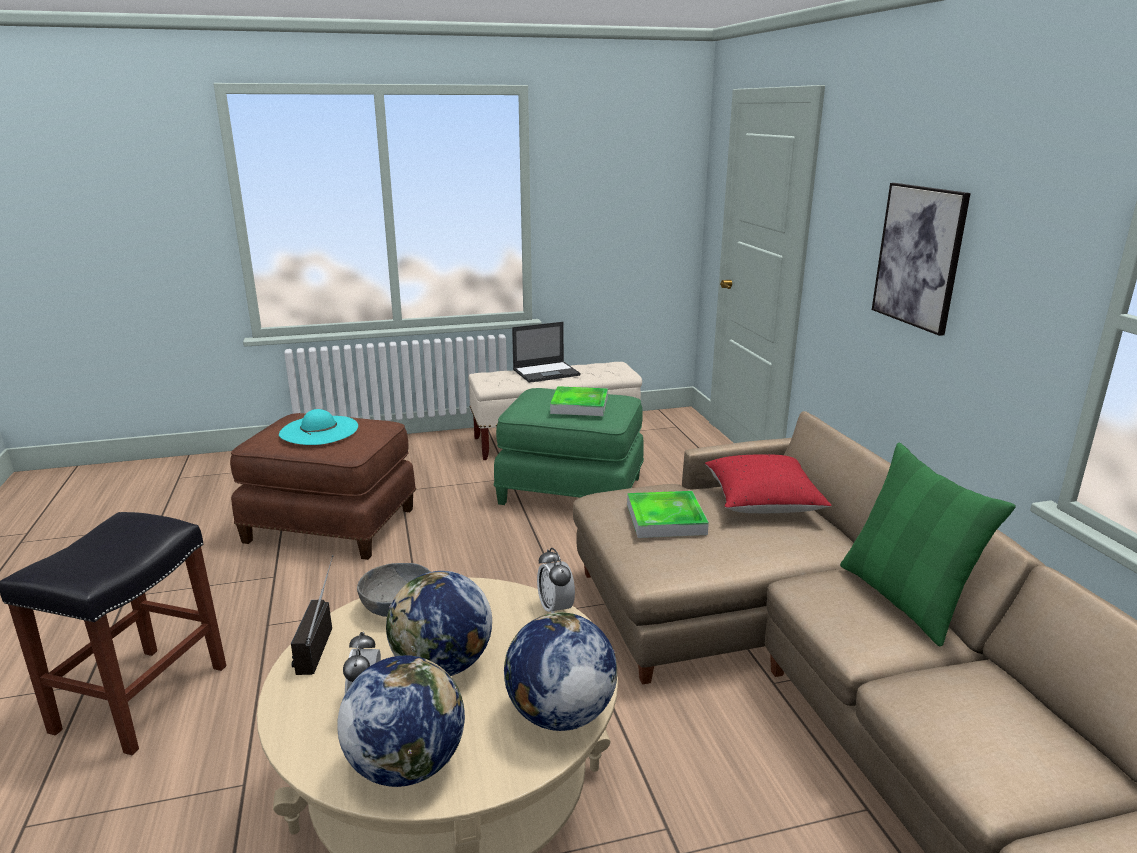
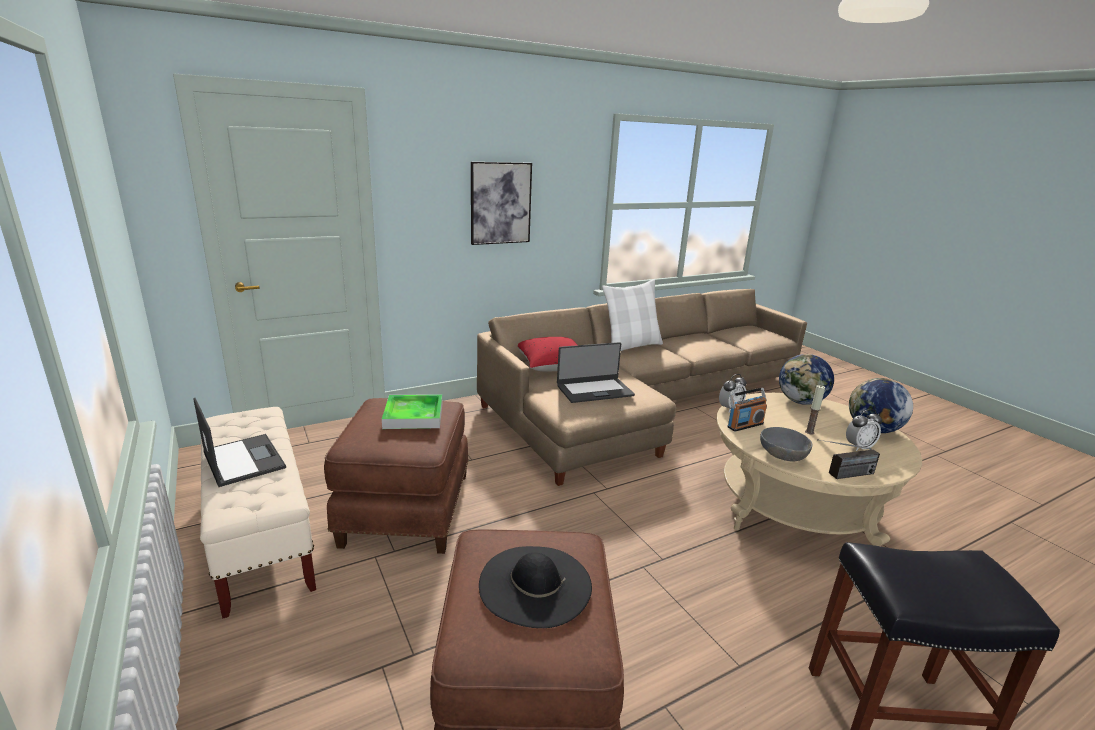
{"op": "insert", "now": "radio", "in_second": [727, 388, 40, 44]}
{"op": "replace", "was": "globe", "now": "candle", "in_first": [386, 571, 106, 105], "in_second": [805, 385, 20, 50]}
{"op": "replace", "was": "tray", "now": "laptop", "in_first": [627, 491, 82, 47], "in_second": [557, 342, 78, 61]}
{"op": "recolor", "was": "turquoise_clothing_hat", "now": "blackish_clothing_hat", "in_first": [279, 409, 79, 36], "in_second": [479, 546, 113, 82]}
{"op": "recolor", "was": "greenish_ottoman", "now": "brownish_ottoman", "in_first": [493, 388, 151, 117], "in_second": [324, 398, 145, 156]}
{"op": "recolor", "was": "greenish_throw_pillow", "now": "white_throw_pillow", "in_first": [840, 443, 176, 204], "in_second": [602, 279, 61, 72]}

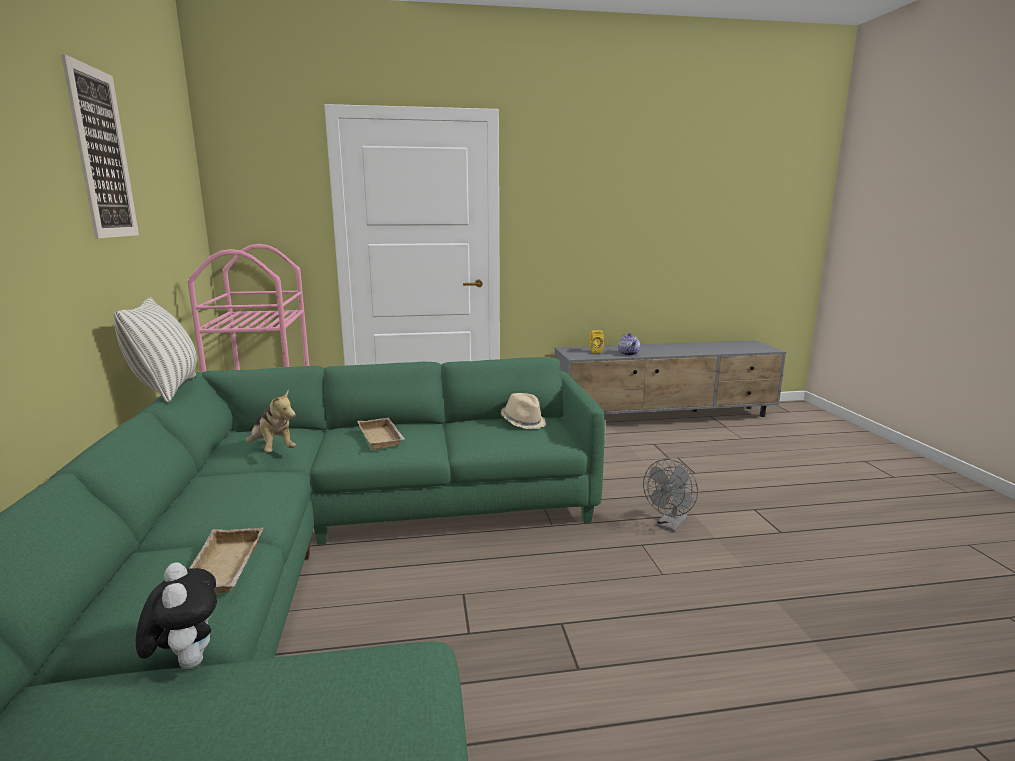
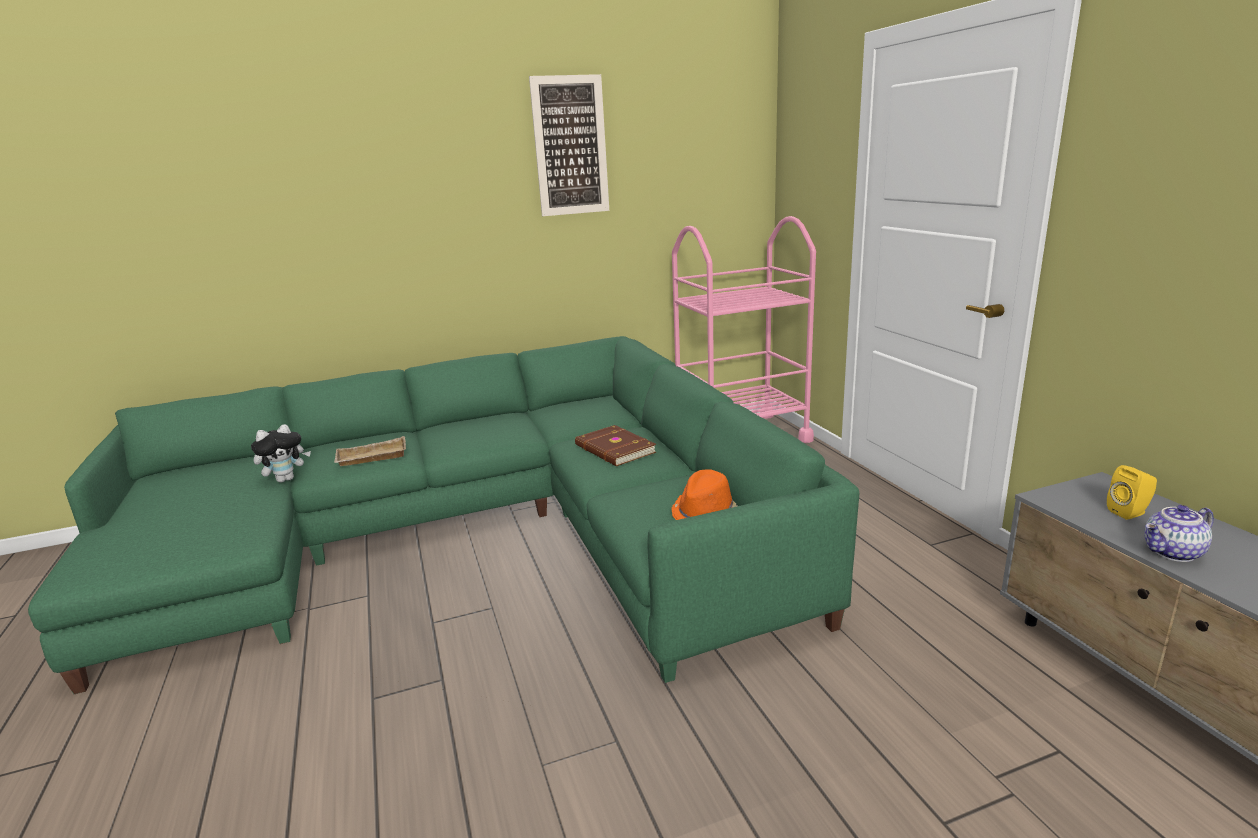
{"op": "delete", "was": "throw_pillow", "in_first": [114, 297, 83, 106]}
{"op": "delete", "was": "plush_toy", "in_first": [246, 390, 50, 62]}
{"op": "delete", "was": "greyish_electric_fan", "in_first": [643, 459, 55, 73]}
{"op": "replace", "was": "beige_tray", "now": "brownish_book", "in_first": [357, 418, 48, 32], "in_second": [575, 425, 81, 41]}
{"op": "recolor", "was": "beige_clothing_hat", "now": "orangey_clothing_hat", "in_first": [501, 393, 45, 36], "in_second": [671, 470, 66, 50]}

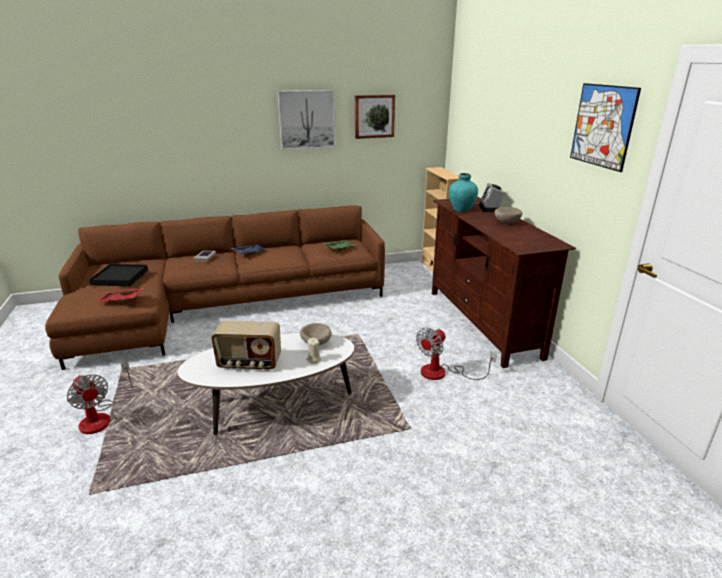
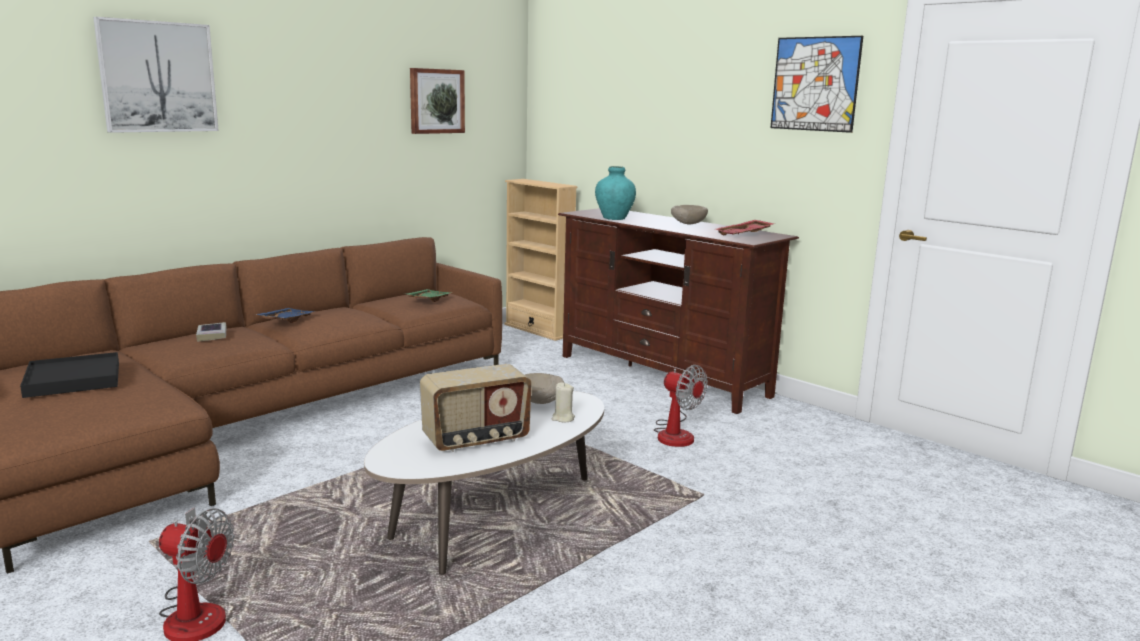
{"op": "delete", "was": "alarm_clock", "in_first": [479, 183, 26, 29]}
{"op": "move", "was": "red-coloured_tray", "in_first": [97, 288, 46, 14], "in_second": [715, 220, 60, 15]}
{"op": "move", "was": "wall_picture", "in_first": [278, 90, 57, 60], "in_second": [93, 17, 126, 116]}
{"op": "rotate", "was": "electric_fan", "in_first": [416, 328, 81, 52], "in_second": [654, 365, 54, 82], "clockwise": -60}

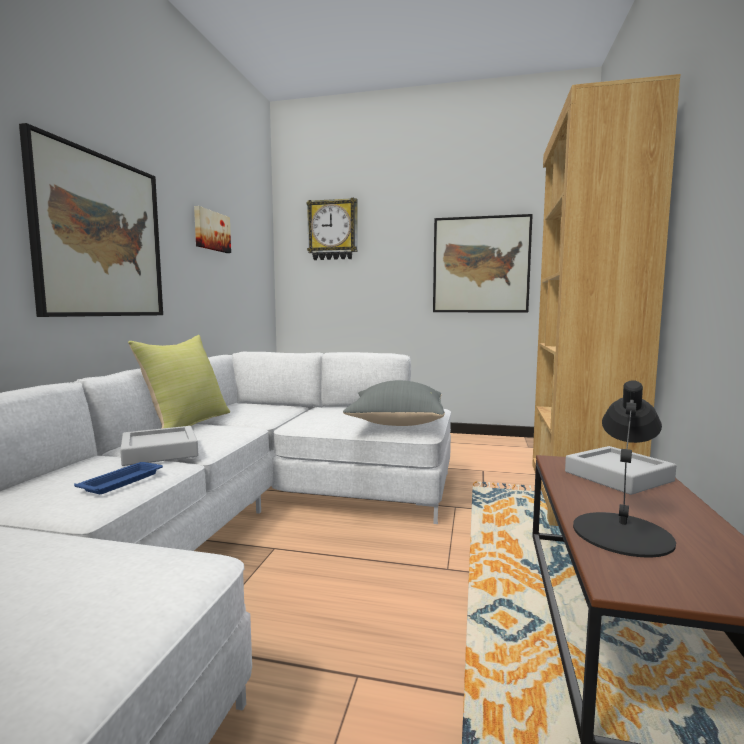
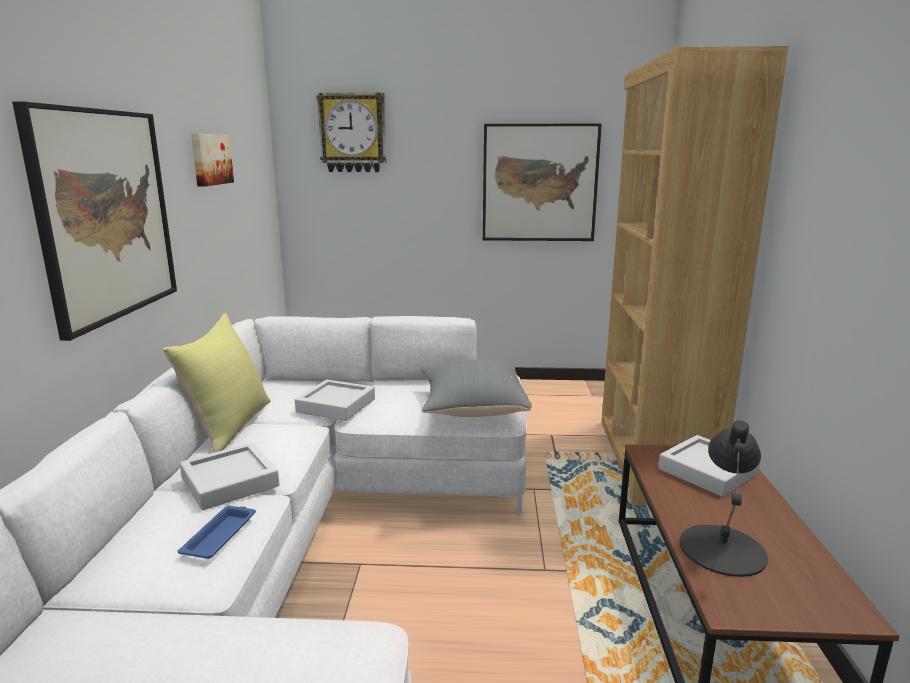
{"op": "insert", "now": "greyish_tray", "in_second": [295, 380, 80, 41]}

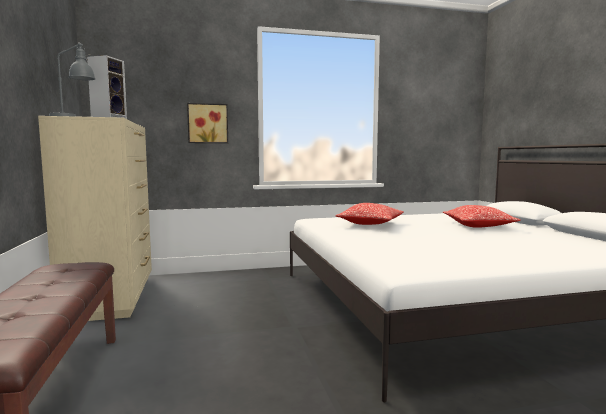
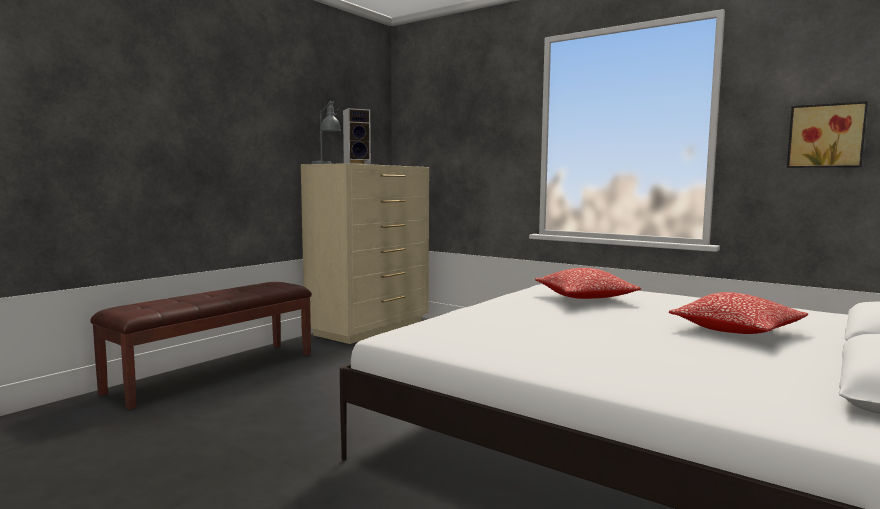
{"op": "move", "was": "wall_picture", "in_first": [187, 103, 41, 40], "in_second": [787, 101, 81, 67]}

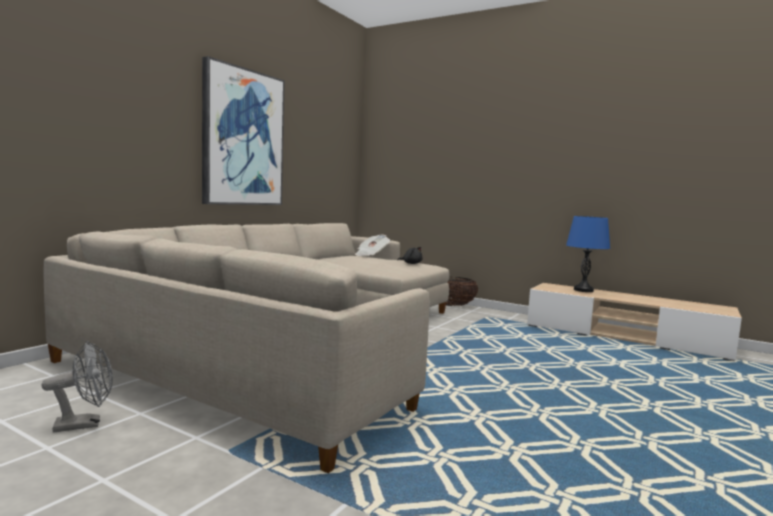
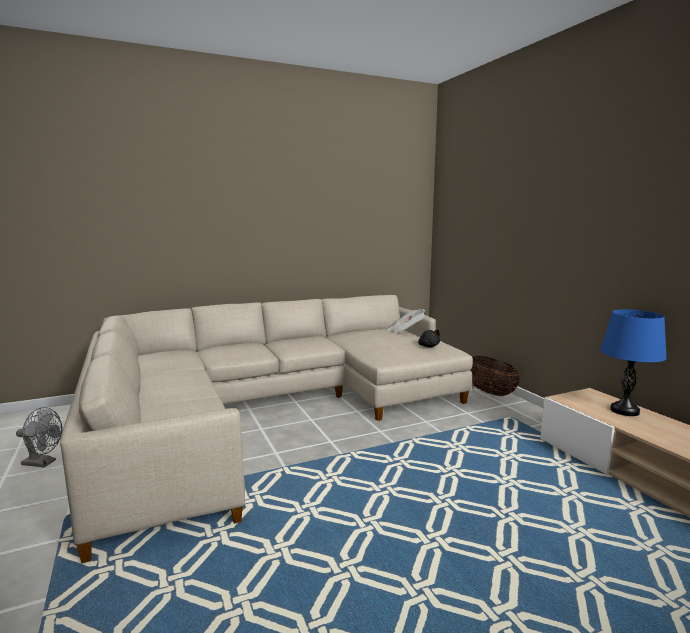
{"op": "delete", "was": "wall_picture", "in_first": [202, 56, 83, 149]}

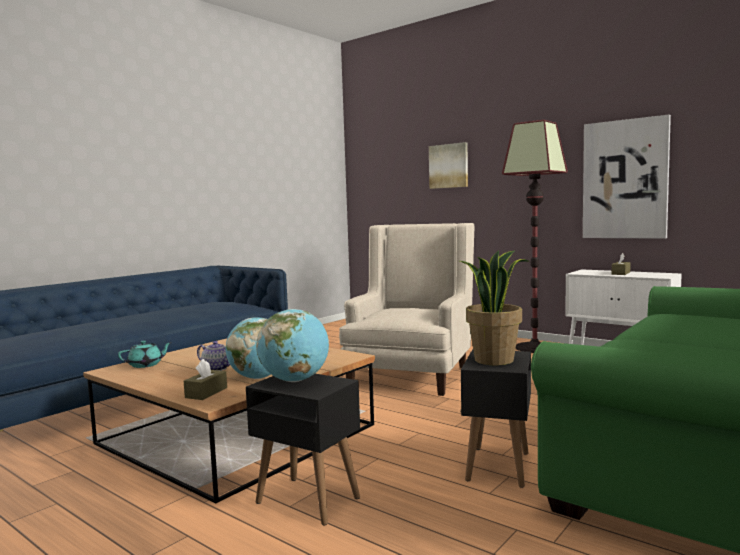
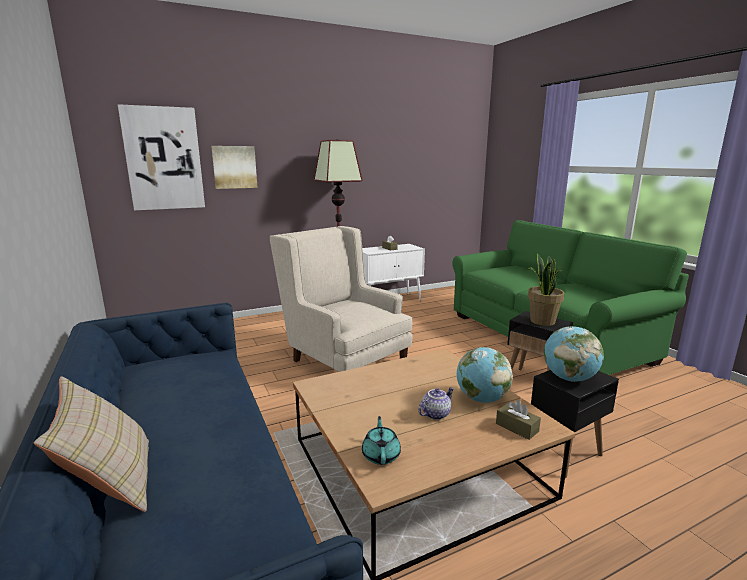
{"op": "insert", "now": "beige_throw_pillow", "in_second": [34, 376, 115, 136]}
{"op": "move", "was": "wall_picture", "in_first": [583, 115, 88, 124], "in_second": [118, 104, 87, 106]}

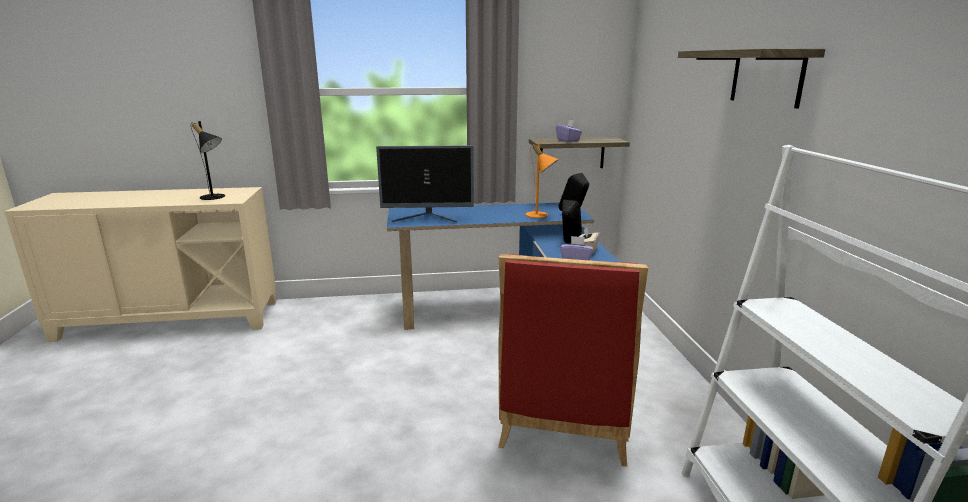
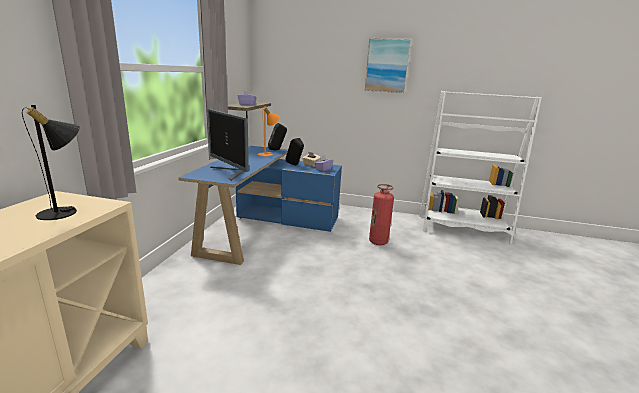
{"op": "replace", "was": "red-coloured_upright_chair", "now": "extinguisher", "in_first": [498, 254, 150, 213], "in_second": [369, 184, 25, 61]}
{"op": "replace", "was": "bracket_shelf", "now": "wall_picture", "in_first": [678, 49, 147, 60], "in_second": [365, 38, 46, 55]}
{"op": "rotate", "was": "monitor", "in_first": [376, 145, 98, 78], "in_second": [208, 109, 41, 72], "clockwise": 120}

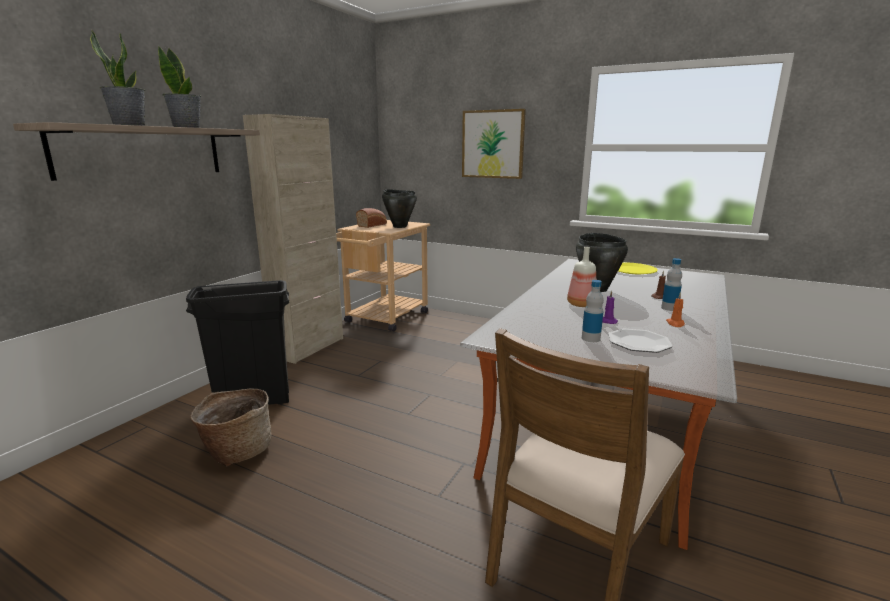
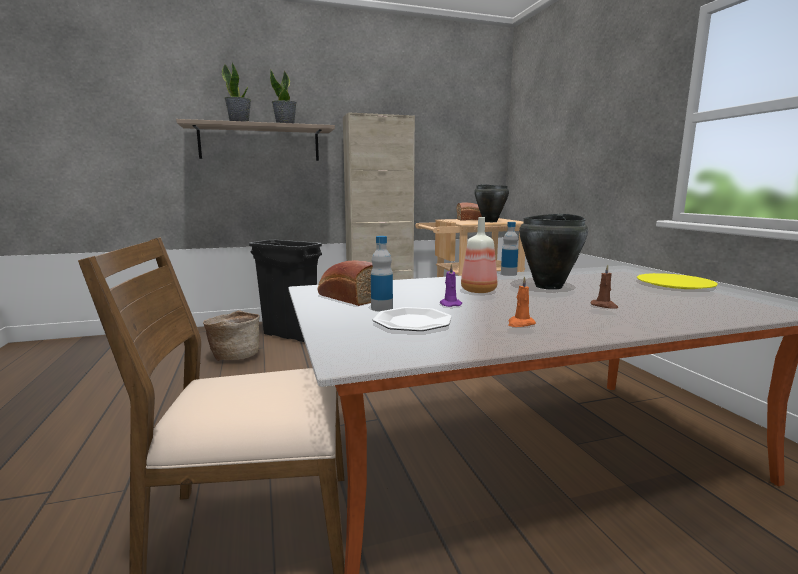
{"op": "delete", "was": "wall_picture", "in_first": [462, 109, 64, 70]}
{"op": "insert", "now": "baked_bread", "in_second": [318, 260, 55, 46]}
{"op": "move", "was": "beverage_bottle", "in_first": [661, 258, 21, 53], "in_second": [501, 222, 17, 54]}

